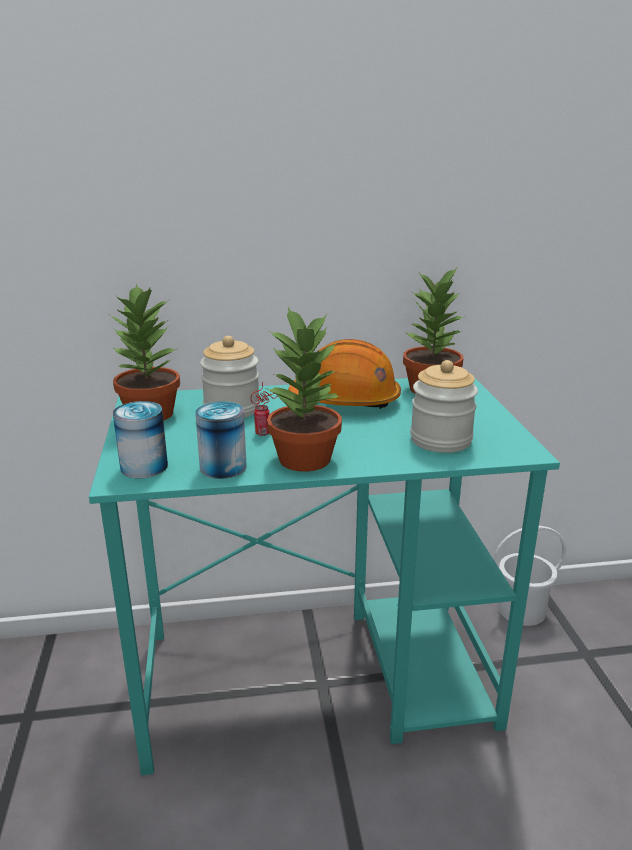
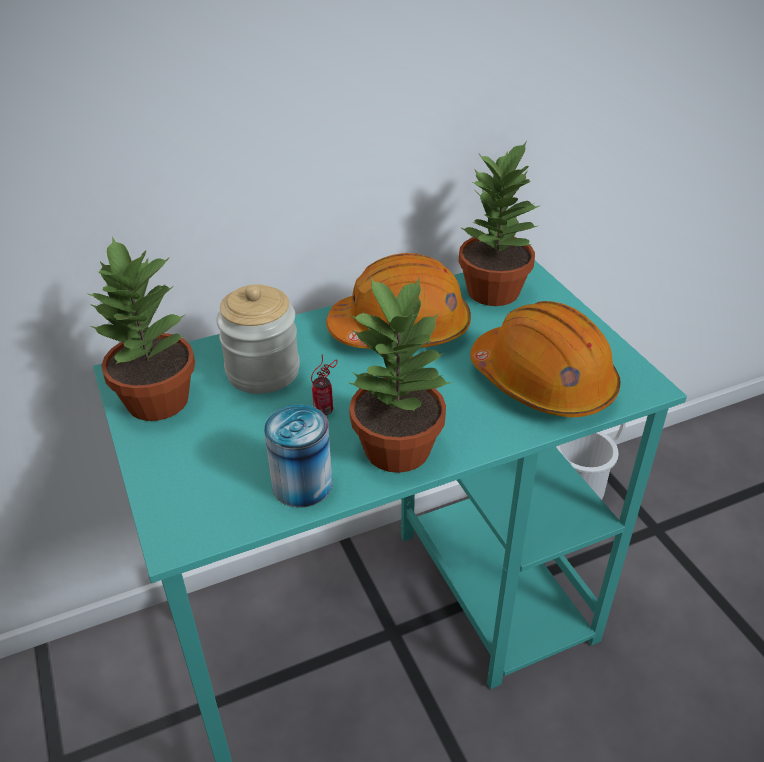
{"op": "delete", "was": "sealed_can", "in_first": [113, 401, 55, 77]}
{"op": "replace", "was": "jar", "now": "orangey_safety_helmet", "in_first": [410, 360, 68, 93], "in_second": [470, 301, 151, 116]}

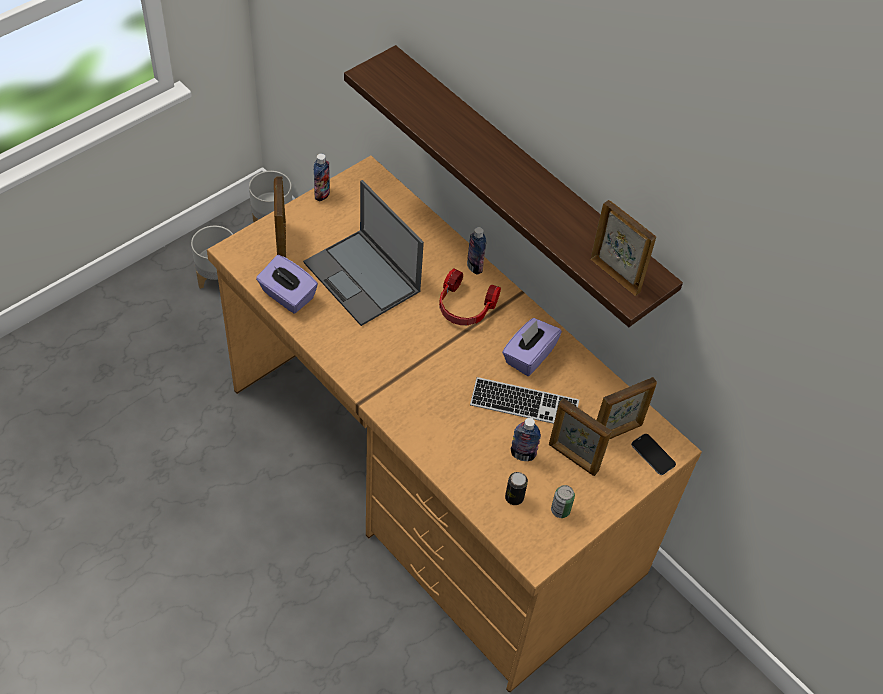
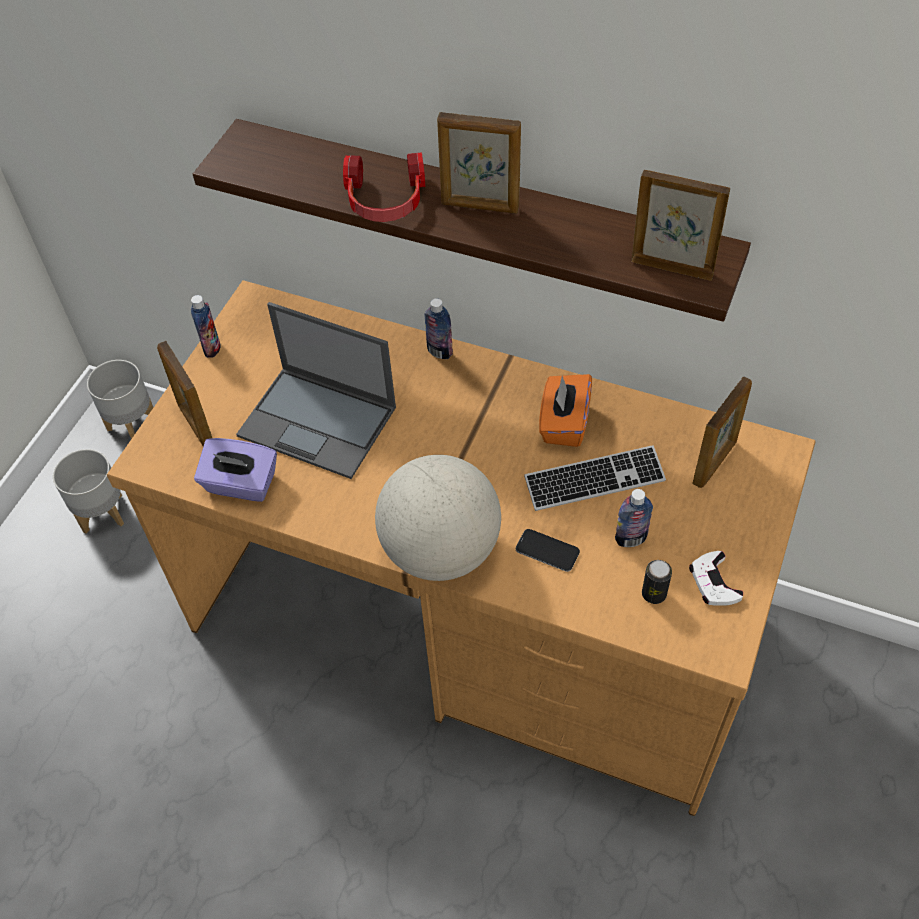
{"op": "insert", "now": "globe", "in_second": [375, 455, 126, 126]}
{"op": "move", "was": "headphones", "in_first": [439, 269, 62, 56], "in_second": [343, 152, 82, 70]}
{"op": "move", "was": "photo_frame", "in_first": [549, 398, 63, 78], "in_second": [437, 112, 84, 102]}
{"op": "move", "was": "phone", "in_first": [631, 434, 45, 41], "in_second": [516, 529, 64, 43]}
{"op": "replace", "was": "sealed_can", "now": "white_game_controller", "in_first": [551, 485, 24, 33], "in_second": [689, 551, 54, 55]}
{"op": "recolor", "was": "purple_box_of_tissues", "now": "orangey_box_of_tissues", "in_first": [502, 318, 60, 58], "in_second": [539, 374, 53, 73]}

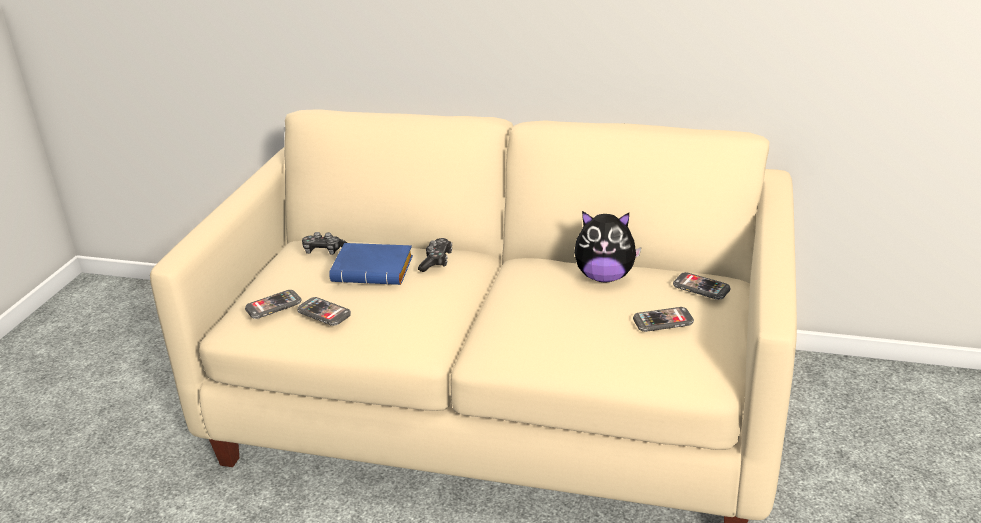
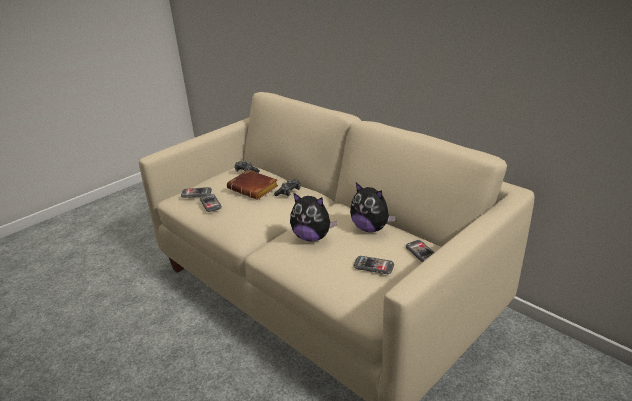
{"op": "insert", "now": "plush_toy", "in_second": [290, 193, 47, 49]}
{"op": "recolor", "was": "blue-coloured_book", "now": "brownish_book", "in_first": [329, 243, 84, 42], "in_second": [227, 169, 52, 31]}

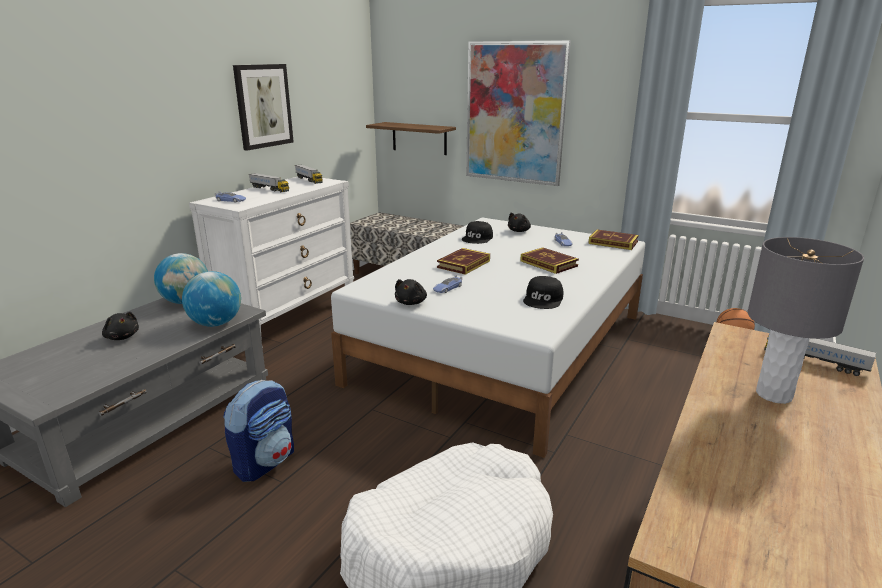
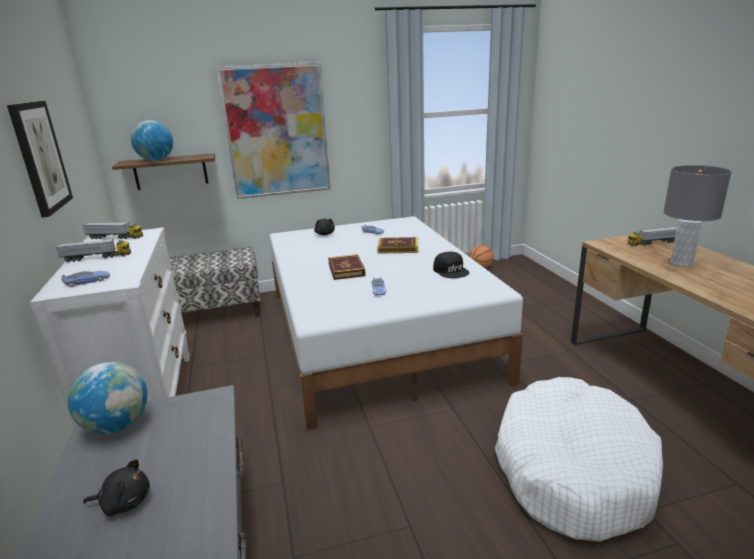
{"op": "delete", "was": "rucksack", "in_first": [223, 380, 71, 102]}
{"op": "delete", "was": "blackish_plush_toy", "in_first": [395, 279, 32, 26]}
{"op": "delete", "was": "blackish_baseball_cap", "in_first": [462, 221, 31, 23]}
{"op": "delete", "was": "book", "in_first": [588, 230, 51, 20]}
{"op": "move", "was": "globe", "in_first": [182, 271, 59, 56], "in_second": [131, 120, 42, 41]}

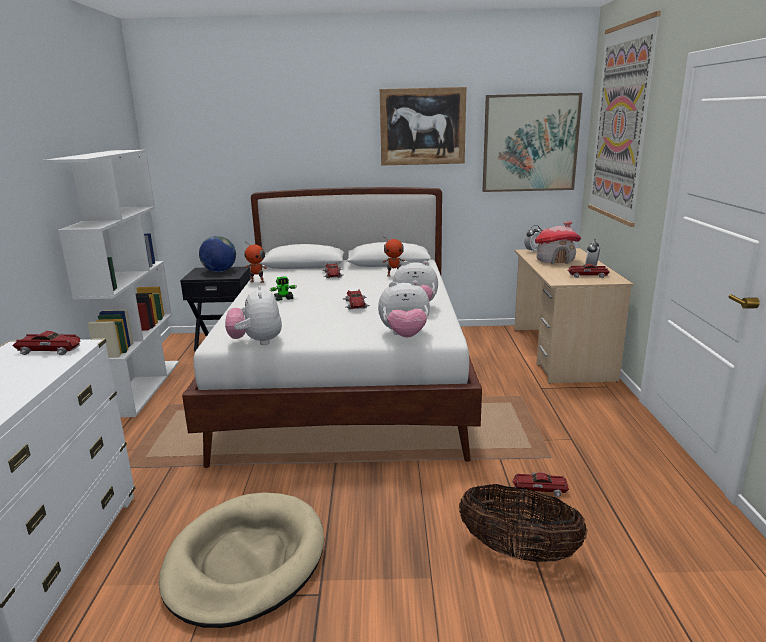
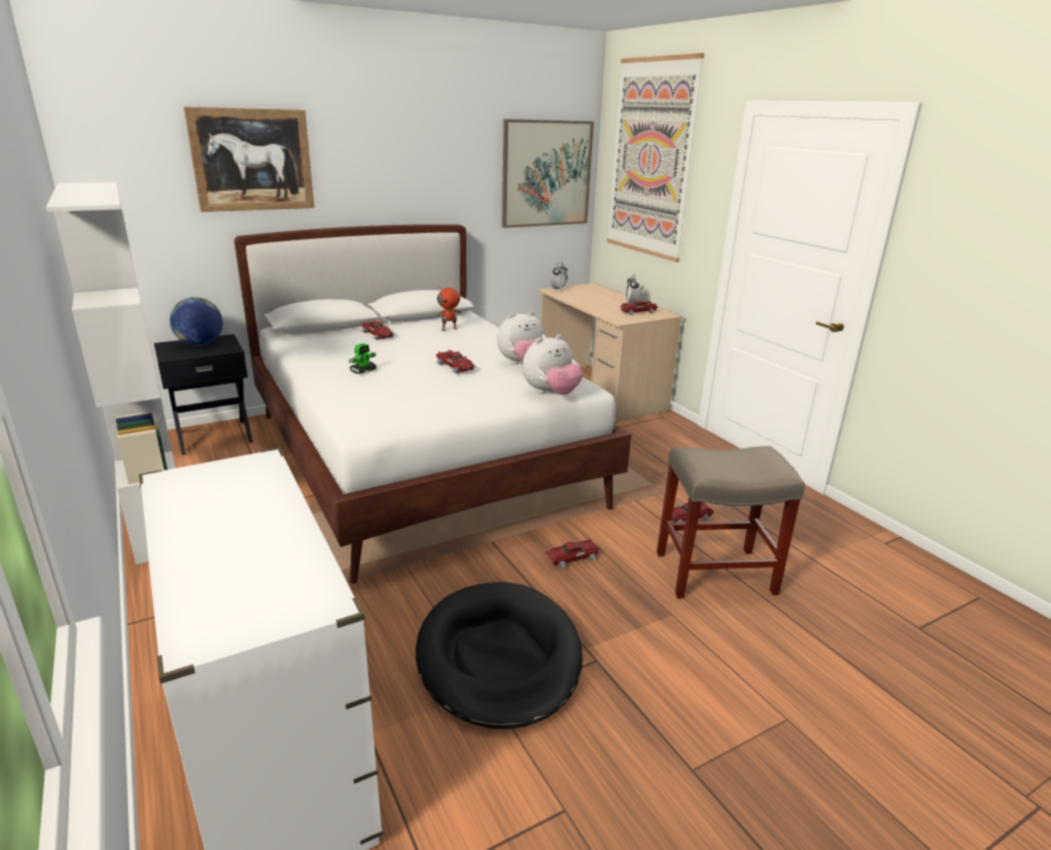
{"op": "delete", "was": "plush_toy", "in_first": [225, 285, 57, 60]}
{"op": "delete", "was": "toy_robot", "in_first": [244, 242, 23, 41]}
{"op": "delete", "was": "toy_house", "in_first": [535, 221, 46, 43]}
{"op": "move", "was": "model_car", "in_first": [12, 331, 69, 24], "in_second": [545, 539, 54, 29]}
{"op": "move", "was": "wall_picture", "in_first": [380, 87, 86, 79], "in_second": [184, 107, 130, 105]}
{"op": "replace", "was": "storage_basket", "now": "beige_stool", "in_first": [459, 484, 129, 78], "in_second": [657, 446, 148, 153]}
{"op": "recolor", "was": "beige_dog_bed", "now": "blackish_dog_bed", "in_first": [159, 492, 165, 136], "in_second": [415, 582, 168, 147]}

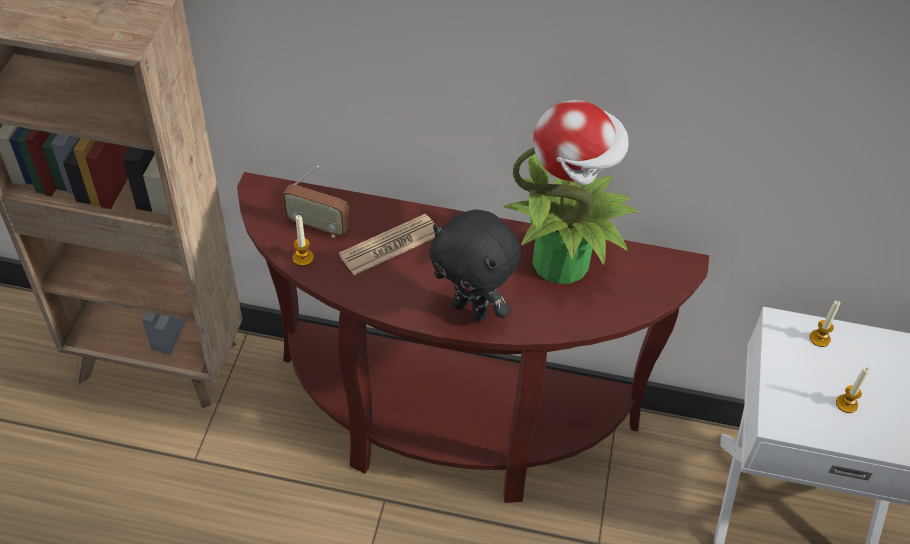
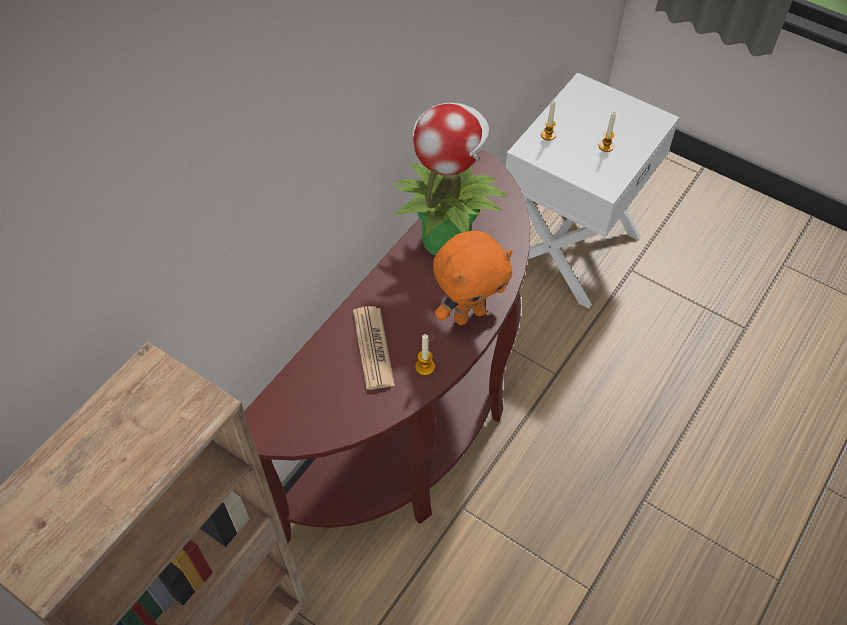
{"op": "delete", "was": "radio", "in_first": [282, 166, 67, 72]}
{"op": "move", "was": "candle", "in_first": [292, 215, 22, 51], "in_second": [415, 334, 20, 42]}
{"op": "recolor", "was": "blackish_plush_toy", "now": "orangey_plush_toy", "in_first": [429, 210, 92, 112], "in_second": [433, 231, 80, 94]}

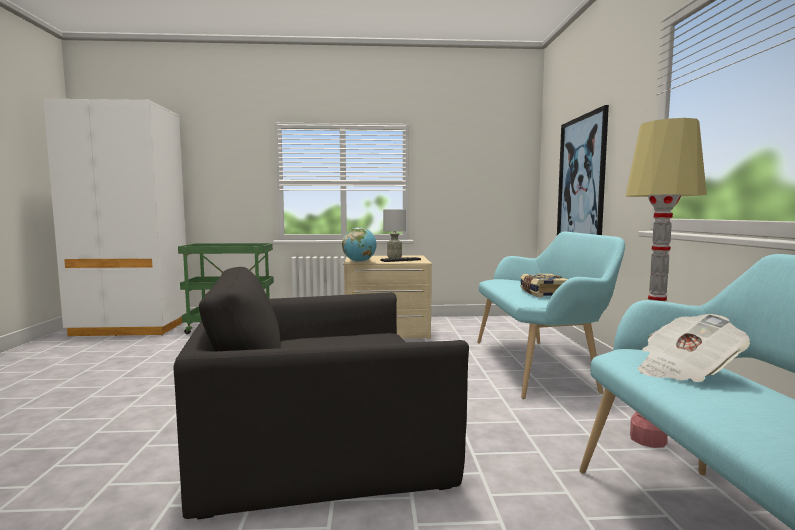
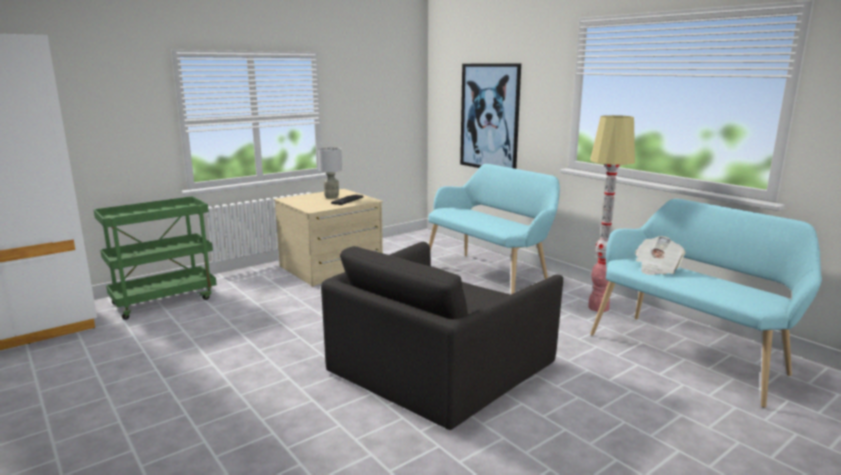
{"op": "delete", "was": "globe", "in_first": [342, 227, 34, 35]}
{"op": "delete", "was": "book", "in_first": [520, 274, 48, 23]}

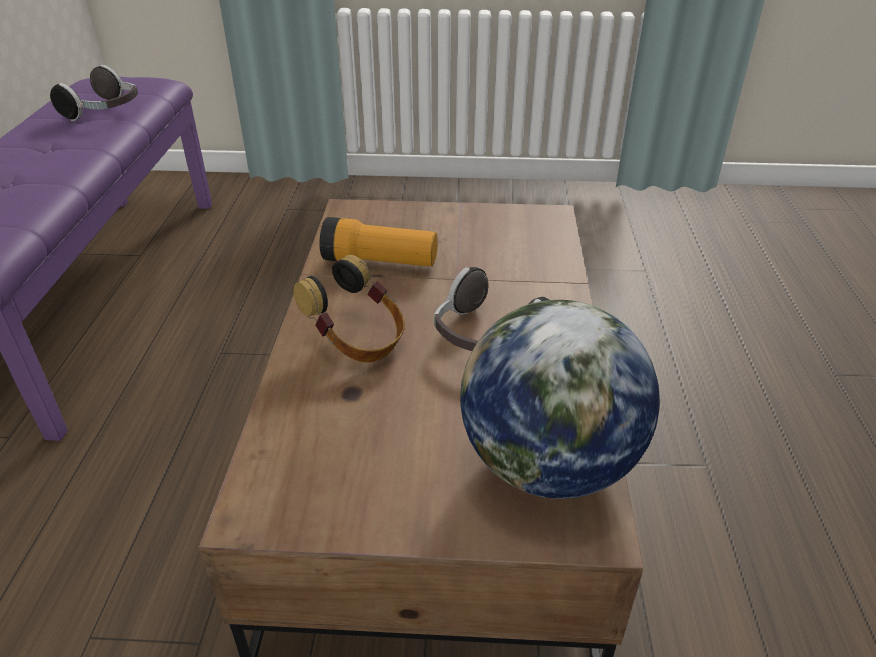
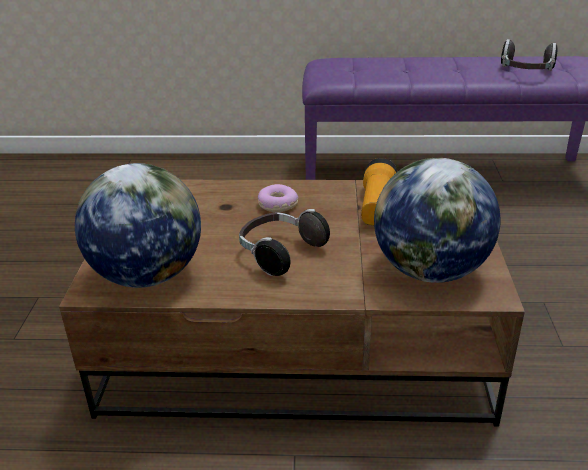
{"op": "insert", "now": "globe", "in_second": [374, 158, 127, 125]}
{"op": "replace", "was": "headphones", "now": "ring_doughnut", "in_first": [294, 255, 111, 107], "in_second": [258, 184, 41, 28]}

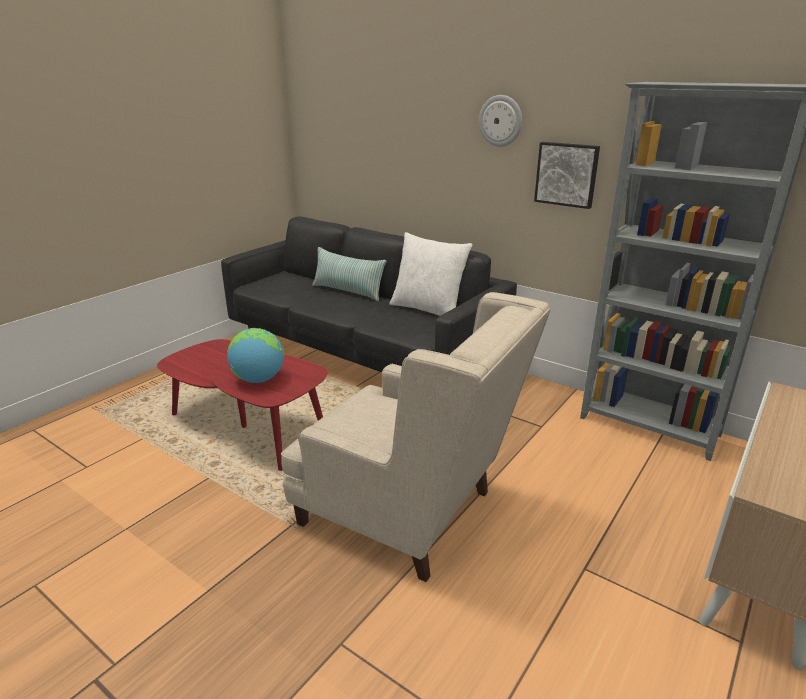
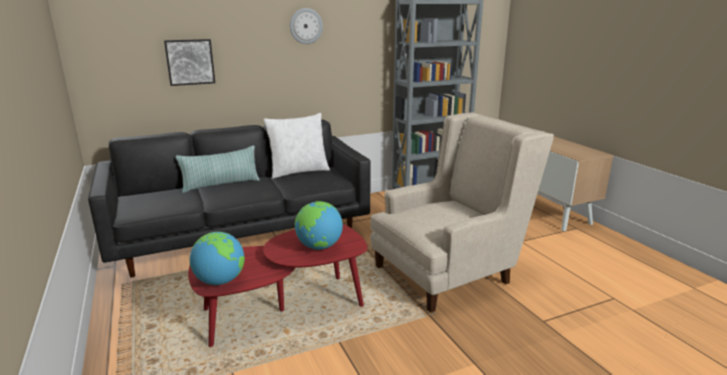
{"op": "insert", "now": "globe", "in_second": [190, 232, 55, 53]}
{"op": "move", "was": "wall_picture", "in_first": [534, 142, 66, 67], "in_second": [164, 39, 51, 47]}

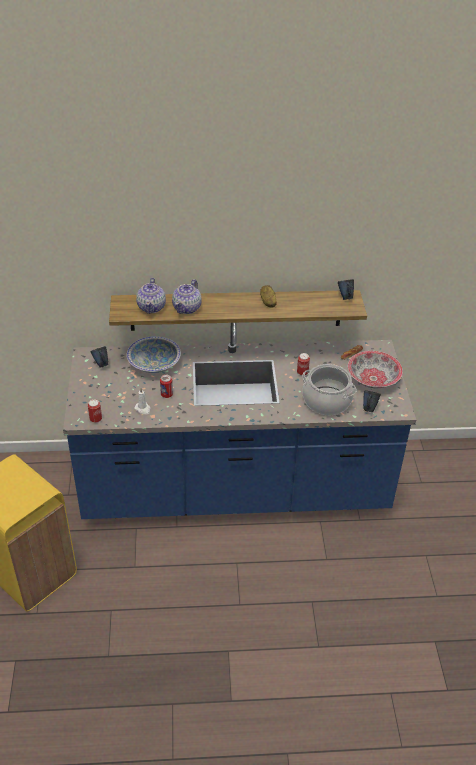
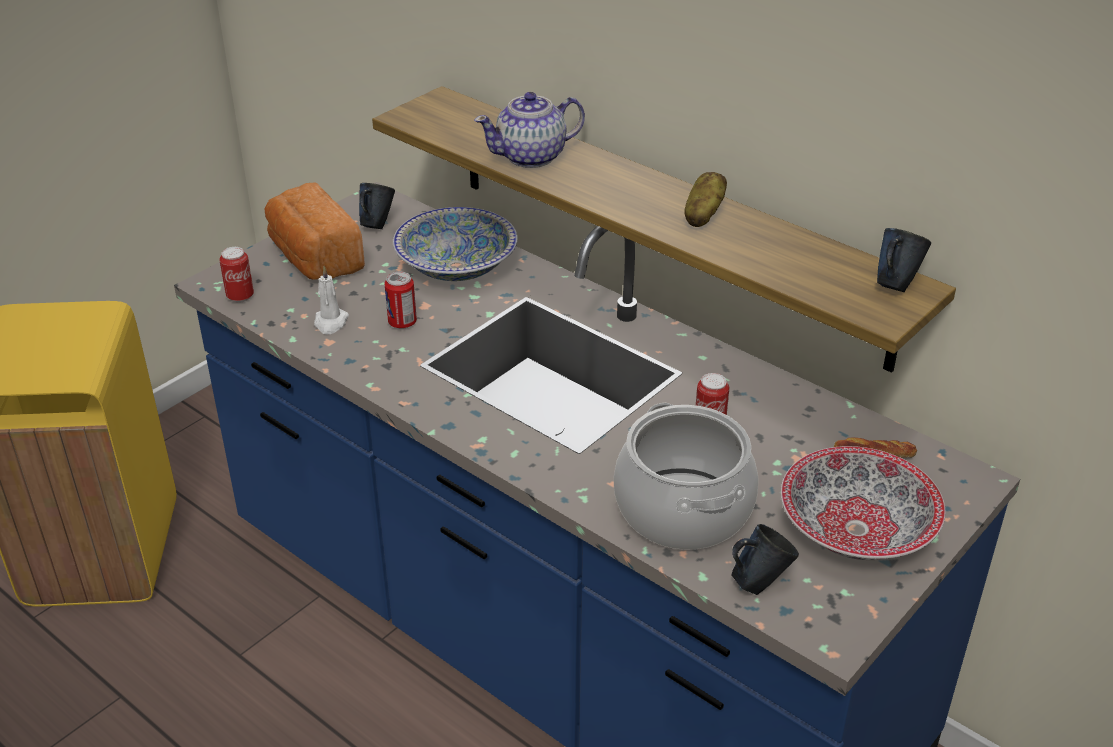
{"op": "delete", "was": "pot_for_tea", "in_first": [136, 278, 30, 36]}
{"op": "insert", "now": "baked_bread", "in_second": [264, 182, 101, 98]}

